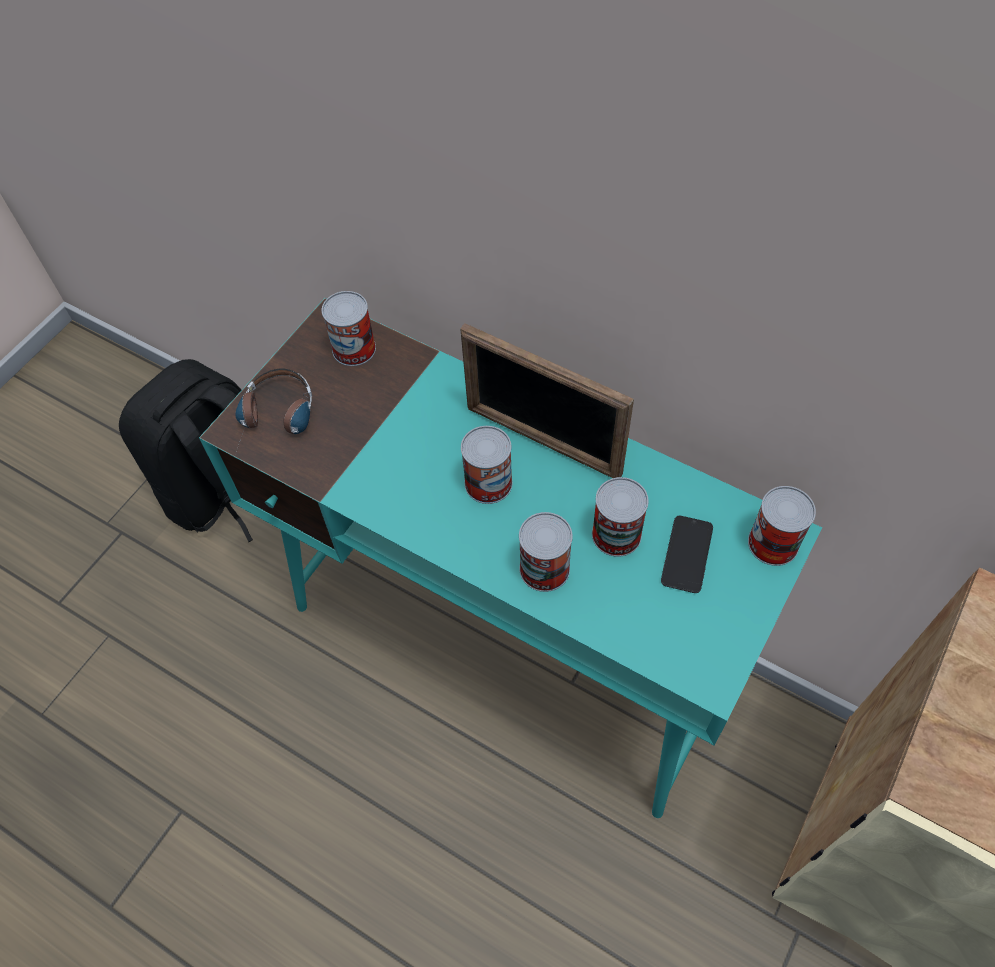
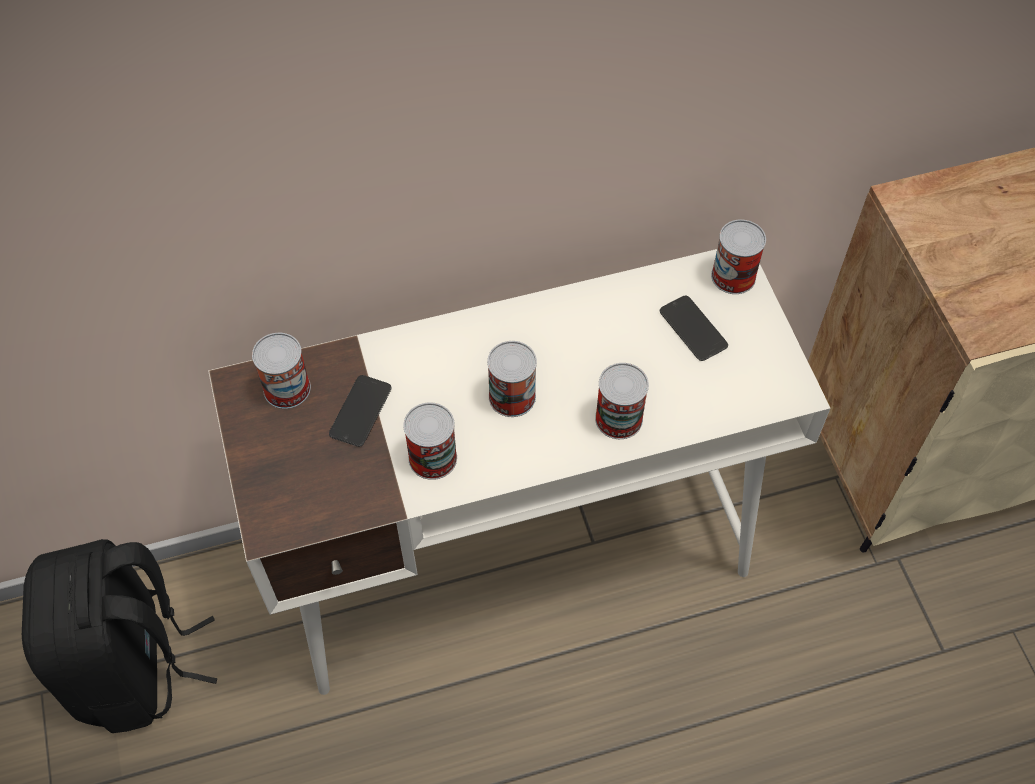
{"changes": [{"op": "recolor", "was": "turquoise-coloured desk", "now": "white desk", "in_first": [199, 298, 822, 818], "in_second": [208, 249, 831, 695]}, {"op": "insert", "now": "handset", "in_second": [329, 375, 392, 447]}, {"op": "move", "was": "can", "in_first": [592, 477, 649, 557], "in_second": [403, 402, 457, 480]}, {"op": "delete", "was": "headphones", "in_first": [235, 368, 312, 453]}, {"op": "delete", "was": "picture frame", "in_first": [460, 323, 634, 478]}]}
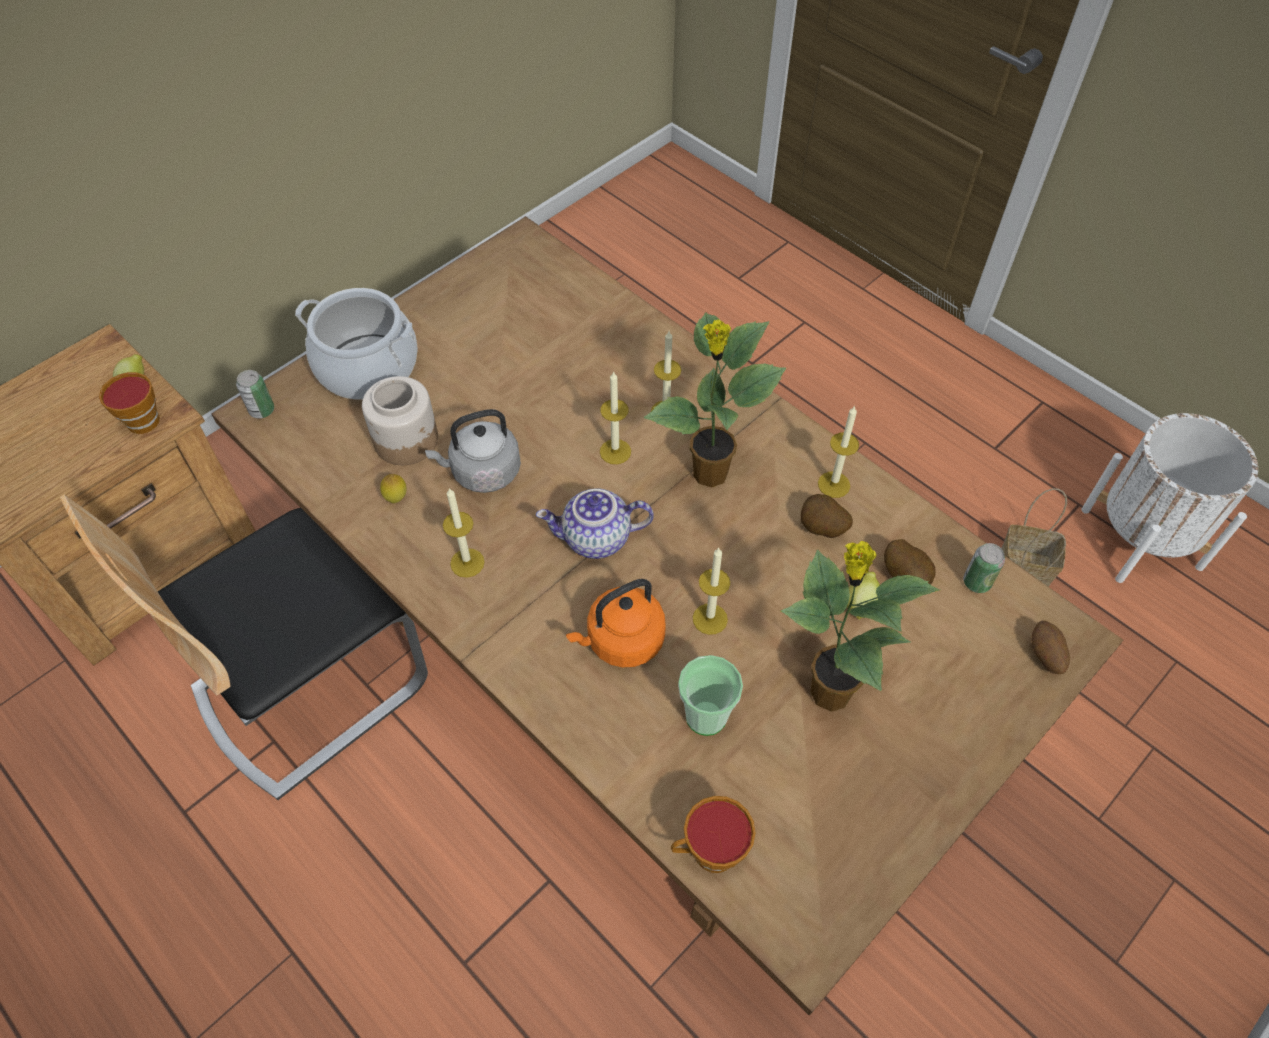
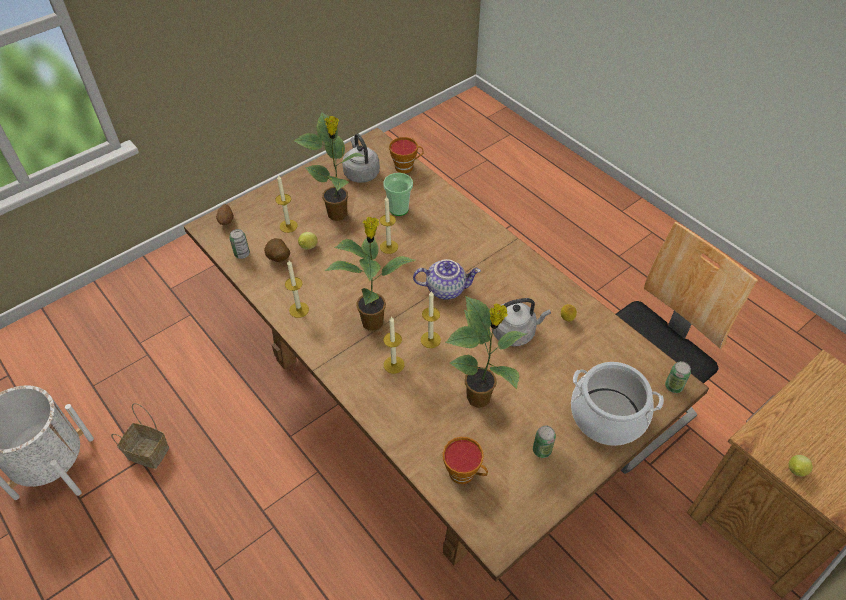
{"changes": [{"op": "move", "was": "candle", "in_first": [443, 488, 485, 578], "in_second": [275, 175, 298, 233]}, {"op": "insert", "now": "gray water kettle", "in_second": [342, 134, 380, 183]}, {"op": "move", "was": "cup", "in_first": [99, 372, 160, 434], "in_second": [443, 437, 488, 484]}, {"op": "insert", "now": "houseplant", "in_second": [445, 296, 526, 408]}, {"op": "insert", "now": "can", "in_second": [533, 426, 556, 458]}, {"op": "delete", "was": "preserve jar", "in_first": [362, 376, 438, 465]}, {"op": "delete", "was": "orange-coloured water kettle", "in_first": [566, 579, 666, 668]}, {"op": "delete", "was": "spud", "in_first": [801, 494, 853, 538]}]}
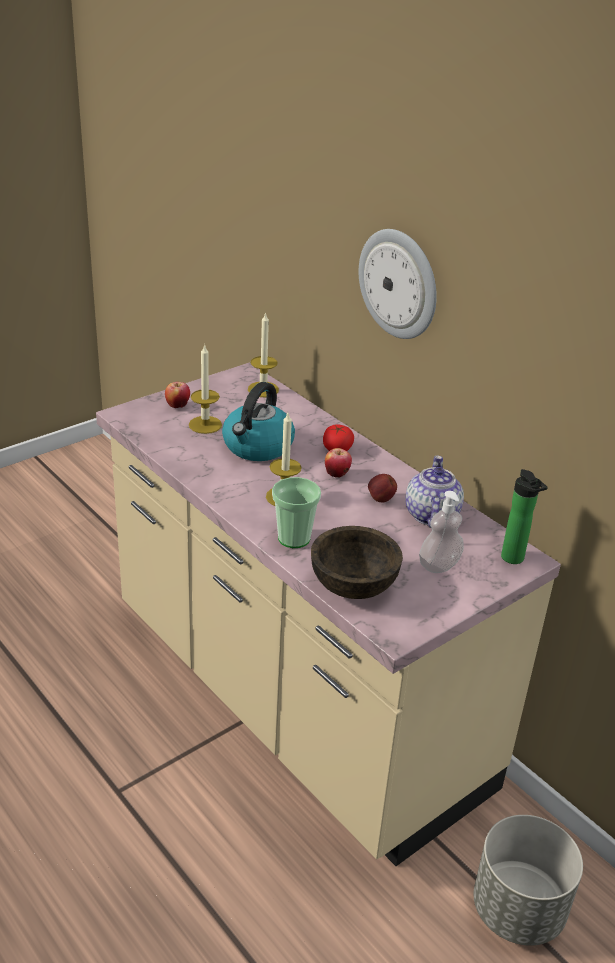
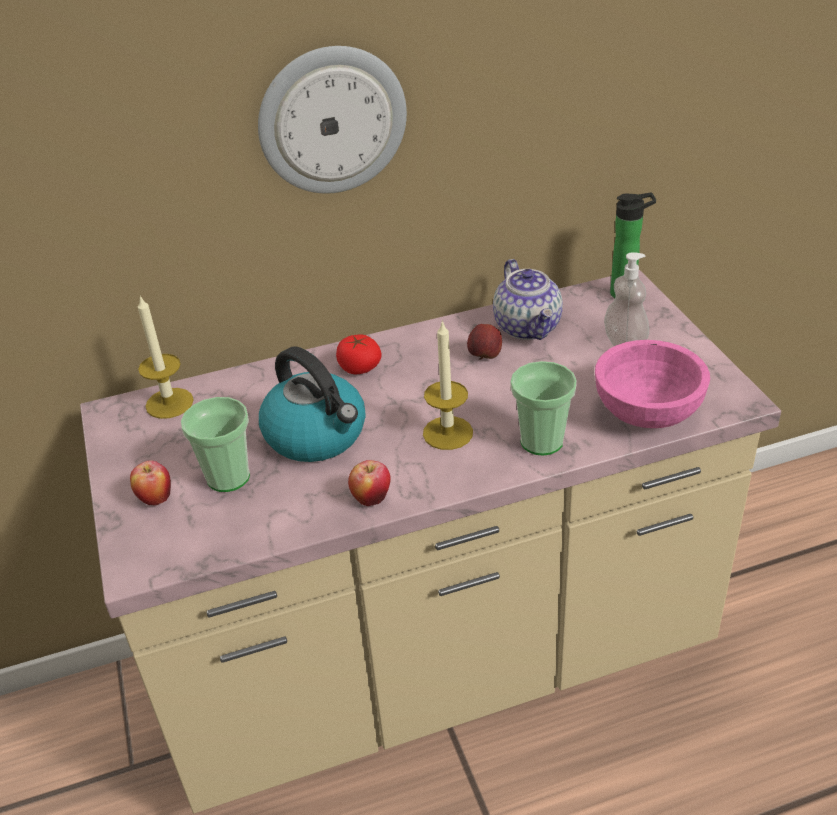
{"changes": [{"op": "replace", "was": "candle", "now": "cup", "in_first": [189, 344, 222, 434], "in_second": [181, 397, 250, 492]}, {"op": "move", "was": "whole apple", "in_first": [325, 448, 352, 478], "in_second": [348, 460, 391, 506]}, {"op": "rotate", "was": "tea pot", "in_first": [405, 455, 464, 528], "in_second": [493, 259, 563, 340], "clockwise": -135}, {"op": "recolor", "was": "brown bowl", "now": "pink-coloured bowl", "in_first": [311, 526, 403, 599], "in_second": [595, 340, 710, 428]}, {"op": "delete", "was": "gray planter", "in_first": [474, 815, 583, 946]}]}
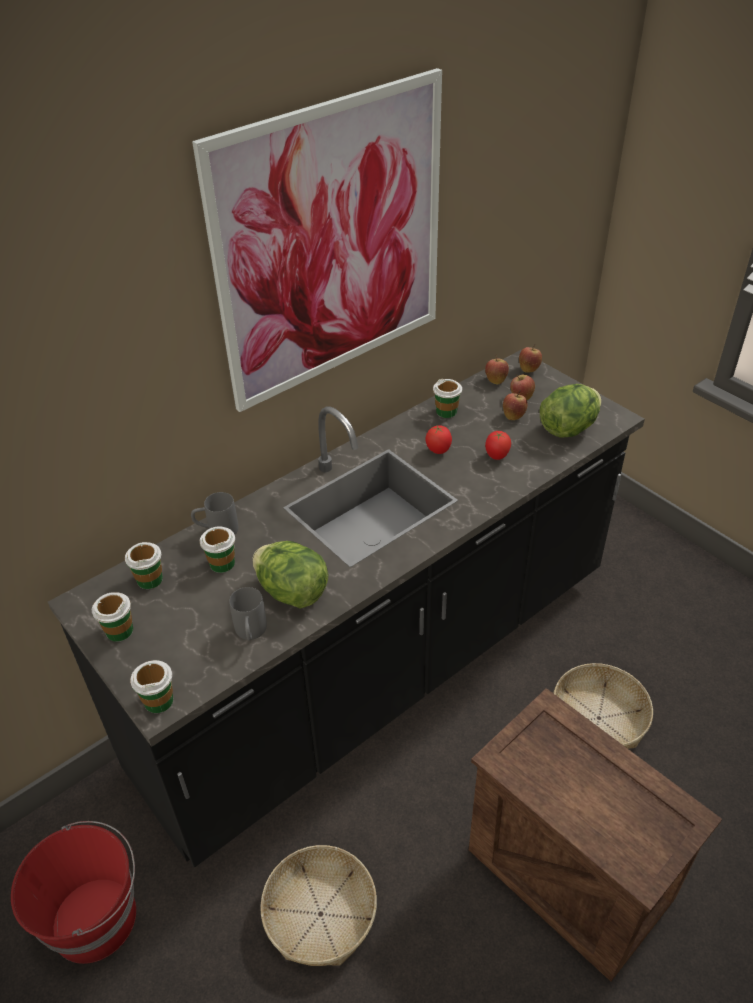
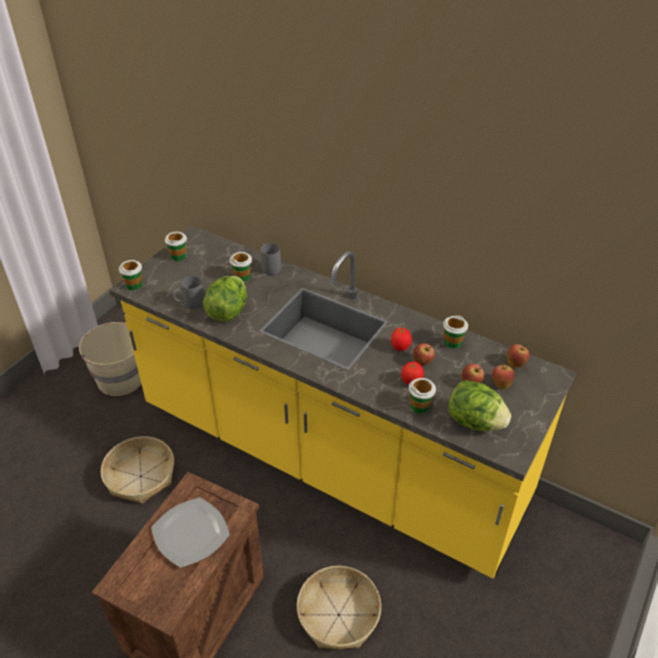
{"changes": [{"op": "recolor", "was": "red bucket", "now": "beige bucket", "in_first": [11, 821, 136, 964], "in_second": [79, 322, 141, 396]}, {"op": "recolor", "was": "black kitchen base unit", "now": "yellow kitchen base unit", "in_first": [48, 350, 645, 867], "in_second": [109, 226, 576, 578]}, {"op": "insert", "now": "dinner plate", "in_second": [151, 497, 230, 568]}, {"op": "move", "was": "cup", "in_first": [125, 542, 163, 589], "in_second": [409, 378, 436, 414]}, {"op": "move", "was": "whole apple", "in_first": [519, 344, 542, 373], "in_second": [413, 343, 435, 366]}, {"op": "delete", "was": "picture", "in_first": [192, 68, 442, 412]}]}
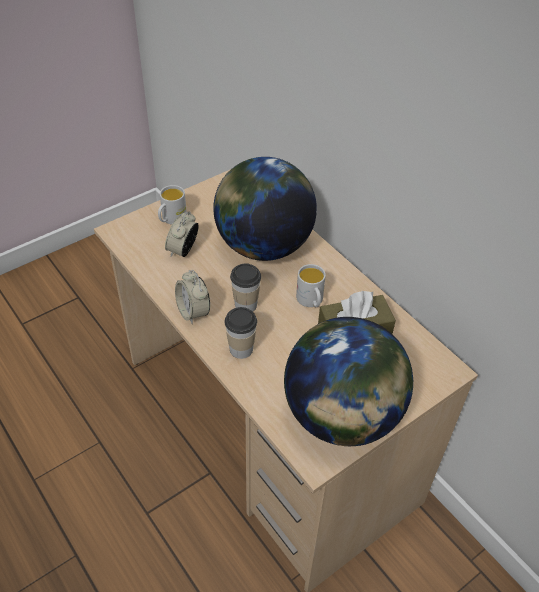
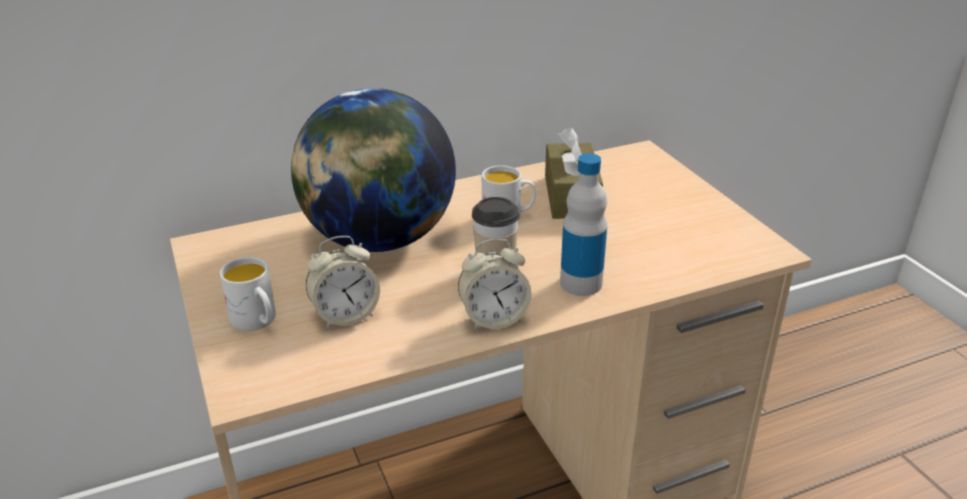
{"changes": [{"op": "rotate", "was": "bedside clock", "in_first": [165, 212, 199, 257], "in_second": [306, 236, 380, 329], "clockwise": -60}, {"op": "replace", "was": "cup", "now": "beverage bottle", "in_first": [224, 307, 257, 359], "in_second": [560, 153, 607, 296]}, {"op": "delete", "was": "desk globe", "in_first": [284, 317, 413, 446]}]}
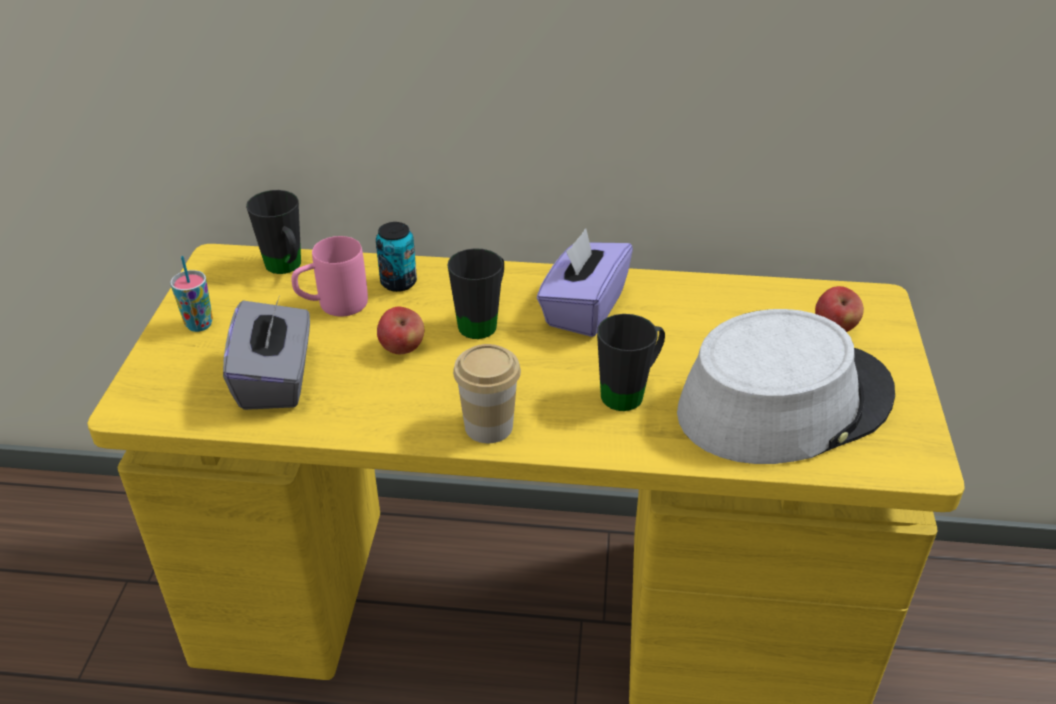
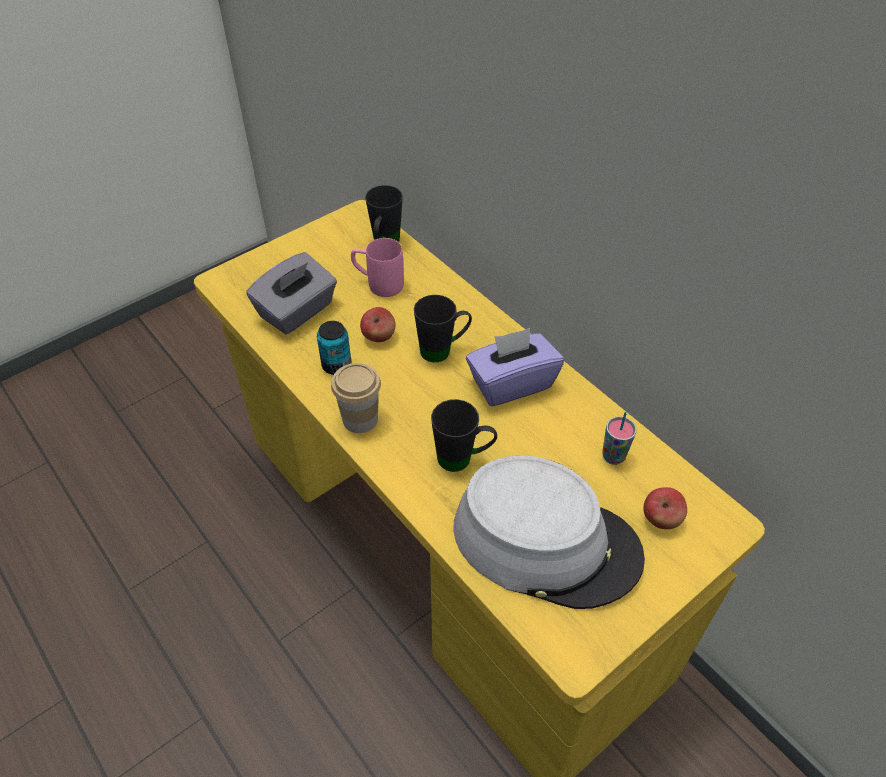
{"changes": [{"op": "move", "was": "can", "in_first": [376, 222, 417, 292], "in_second": [317, 321, 352, 375]}, {"op": "move", "was": "cup", "in_first": [170, 256, 213, 332], "in_second": [602, 412, 636, 465]}]}
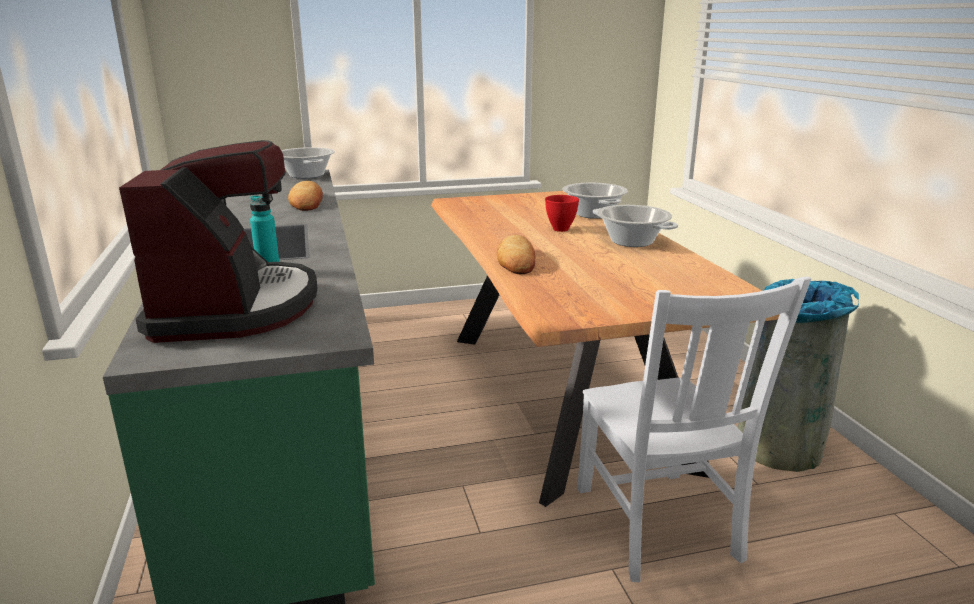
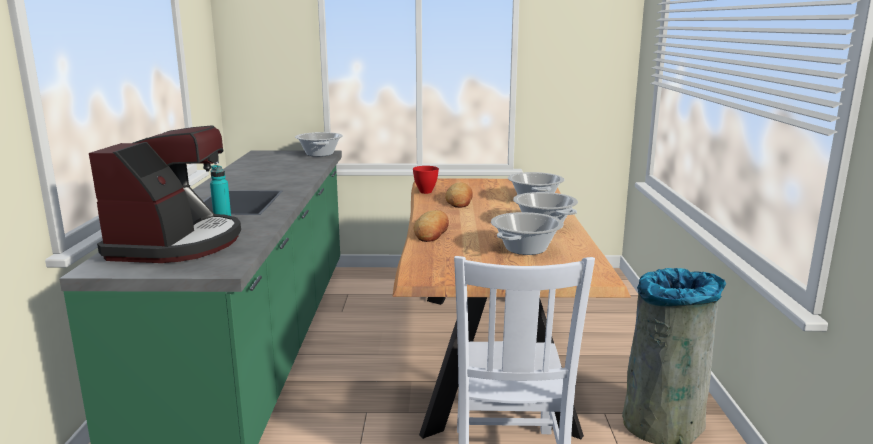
{"changes": [{"op": "move", "was": "red bowl", "in_first": [545, 195, 579, 232], "in_second": [413, 166, 439, 194]}, {"op": "move", "was": "bakery bread", "in_first": [288, 181, 323, 211], "in_second": [445, 183, 473, 208]}, {"op": "insert", "now": "saucepot", "in_second": [491, 212, 564, 255]}]}
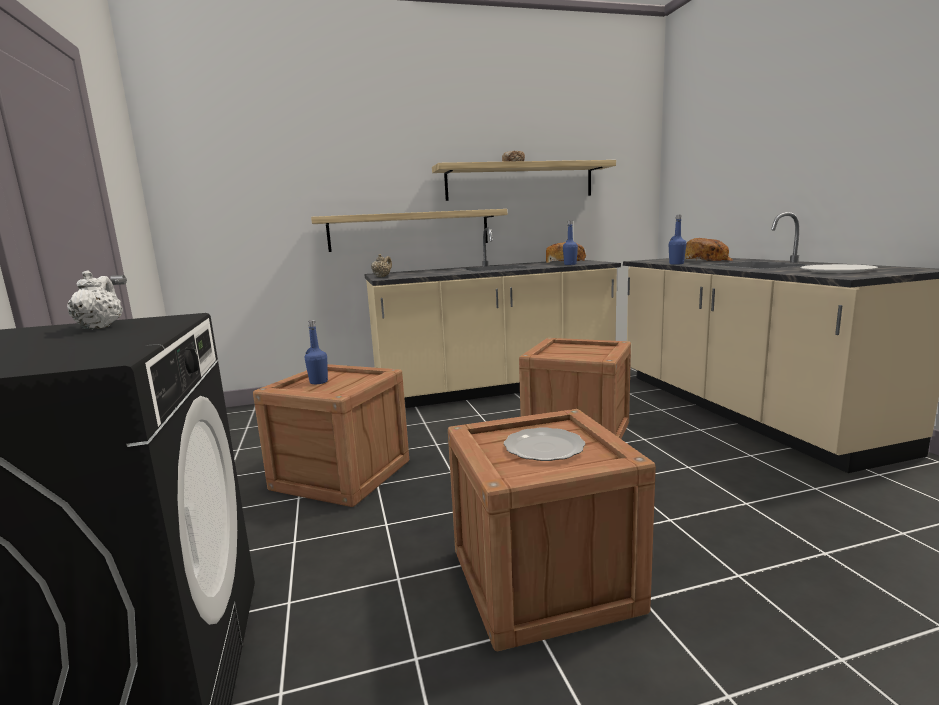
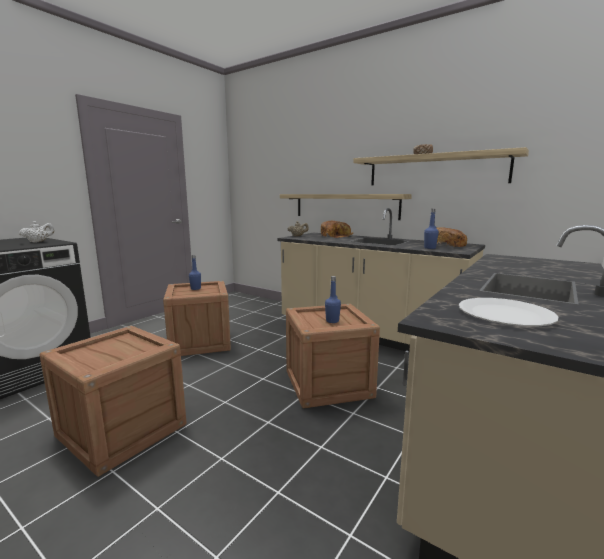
{"changes": [{"op": "move", "was": "bakery bread", "in_first": [685, 238, 733, 261], "in_second": [321, 221, 354, 238]}, {"op": "move", "was": "blue-coloured beverage bottle", "in_first": [669, 215, 686, 265], "in_second": [325, 276, 341, 323]}, {"op": "delete", "was": "dinner plate", "in_first": [504, 427, 586, 461]}]}
